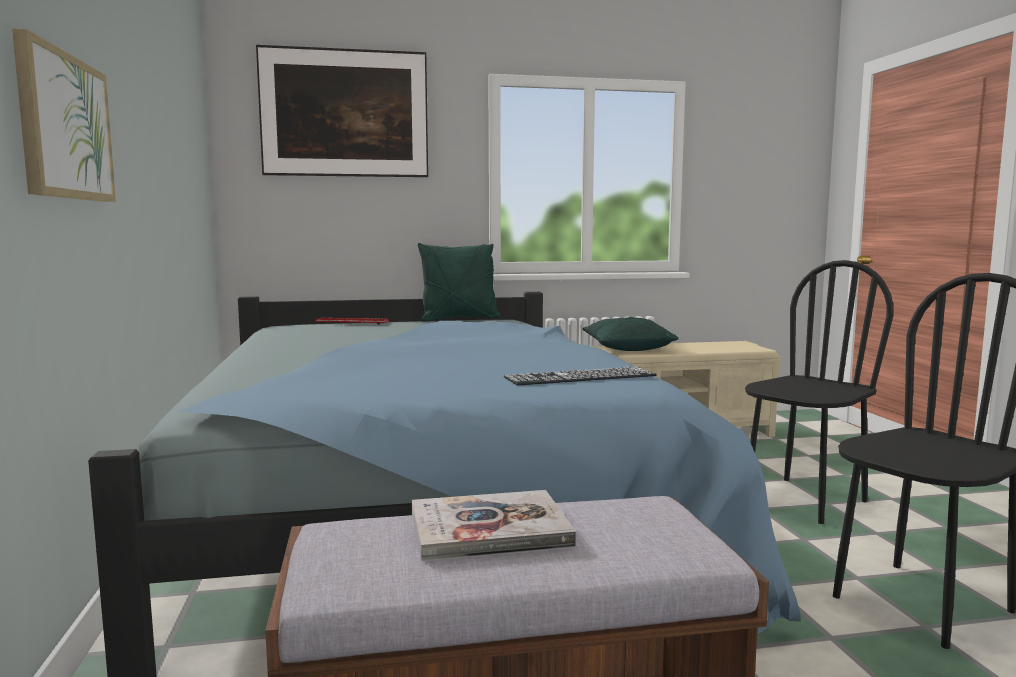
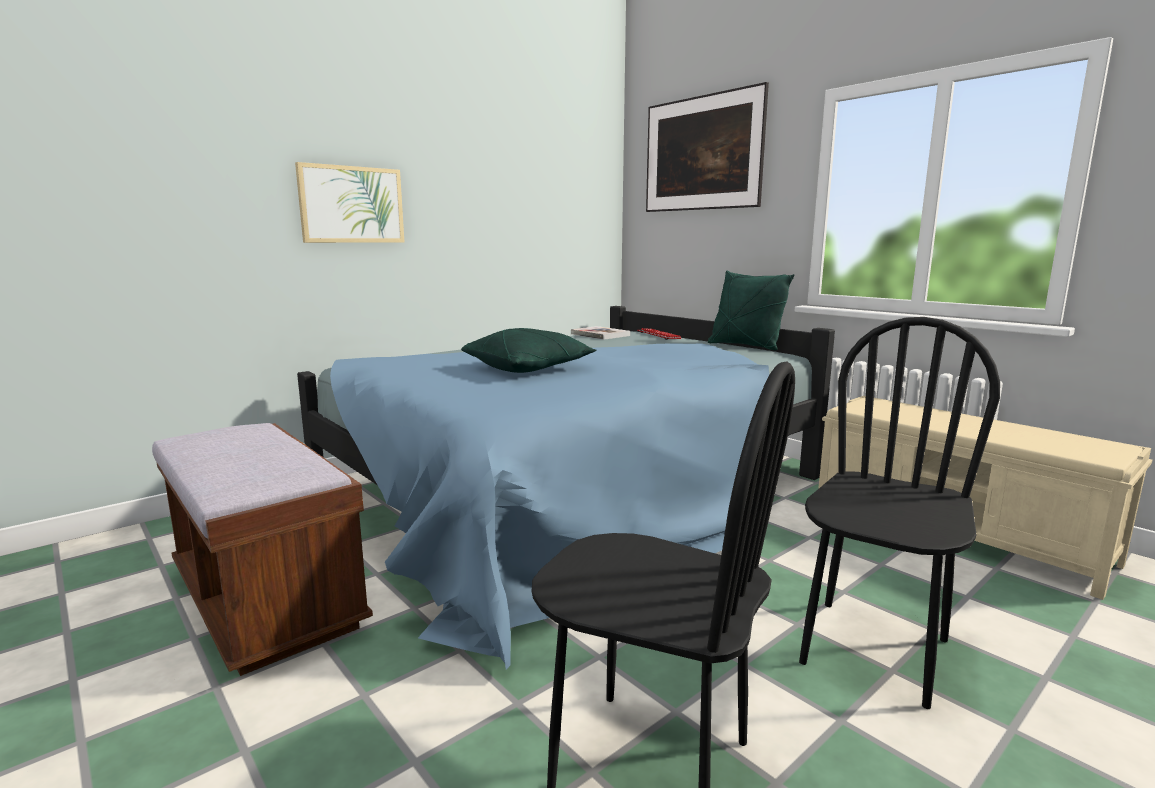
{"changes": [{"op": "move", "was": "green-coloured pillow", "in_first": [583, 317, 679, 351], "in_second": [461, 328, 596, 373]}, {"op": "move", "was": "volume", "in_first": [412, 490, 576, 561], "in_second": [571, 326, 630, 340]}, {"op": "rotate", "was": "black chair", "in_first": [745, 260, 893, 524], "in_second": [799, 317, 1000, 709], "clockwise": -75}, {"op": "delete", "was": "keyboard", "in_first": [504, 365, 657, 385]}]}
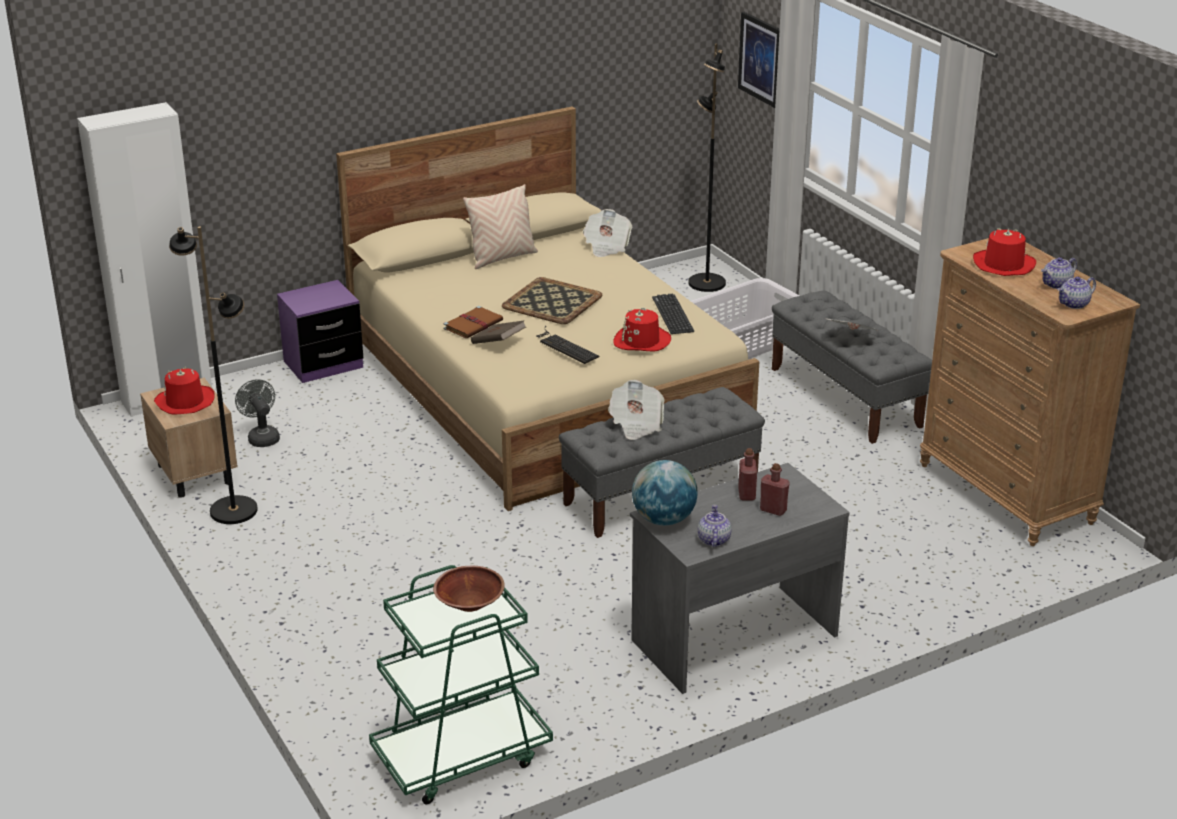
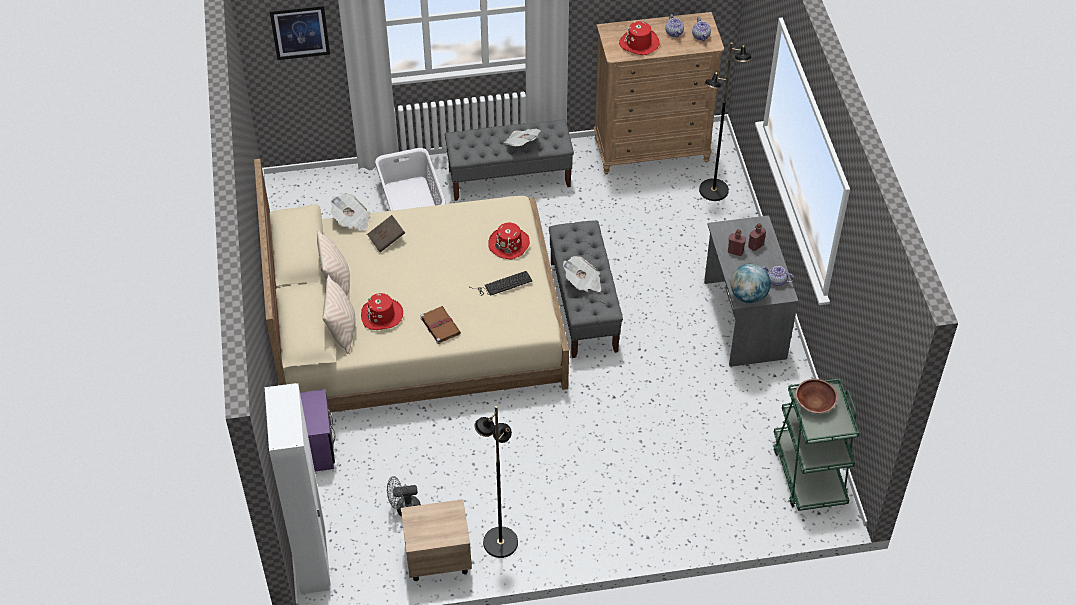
{"changes": [{"op": "insert", "now": "beige pillow", "in_second": [323, 274, 356, 354]}, {"op": "move", "was": "red clothing hat", "in_first": [154, 367, 215, 414], "in_second": [361, 293, 403, 330]}, {"op": "move", "was": "brown volume", "in_first": [471, 321, 526, 344], "in_second": [367, 215, 405, 252]}, {"op": "move", "was": "black floor lamp", "in_first": [688, 44, 726, 292], "in_second": [699, 42, 752, 201]}, {"op": "delete", "was": "tray", "in_first": [502, 277, 602, 324]}, {"op": "delete", "was": "keyboard", "in_first": [652, 294, 694, 334]}]}
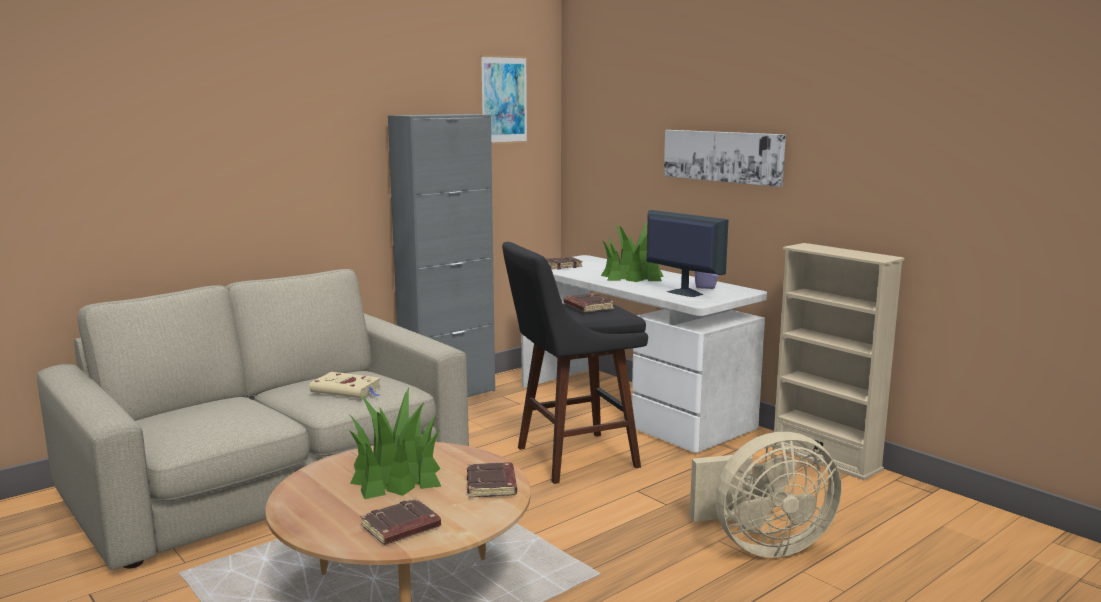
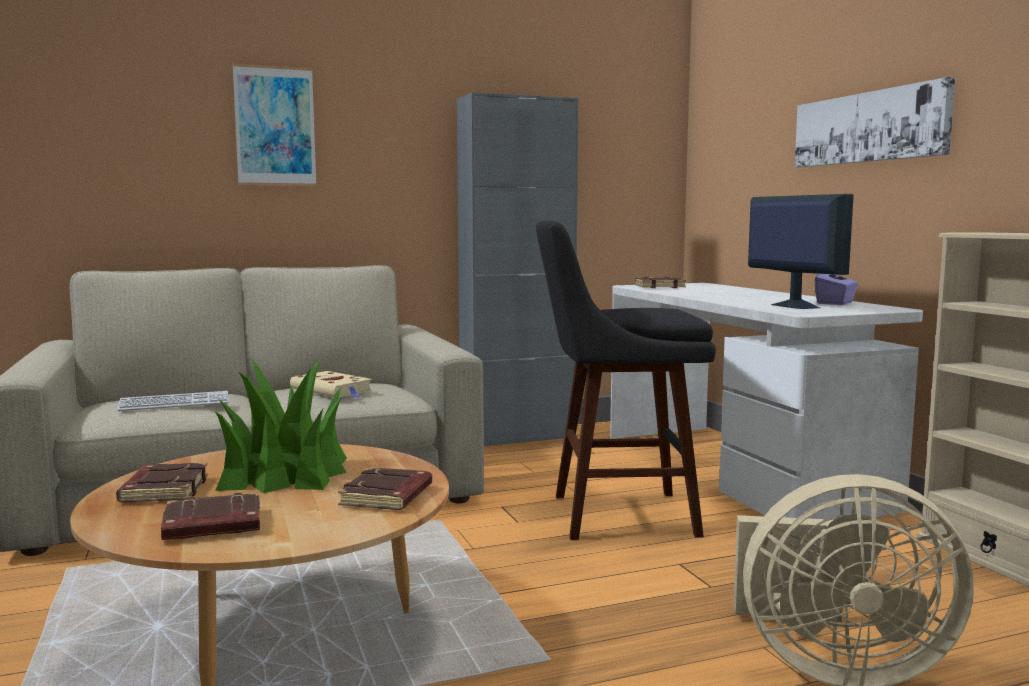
{"changes": [{"op": "move", "was": "brown volume", "in_first": [563, 293, 614, 312], "in_second": [116, 463, 208, 503]}, {"op": "insert", "now": "keyboard", "in_second": [117, 391, 229, 411]}, {"op": "move", "was": "picture", "in_first": [481, 55, 528, 144], "in_second": [233, 64, 316, 186]}, {"op": "delete", "was": "houseplant", "in_first": [601, 222, 664, 282]}]}
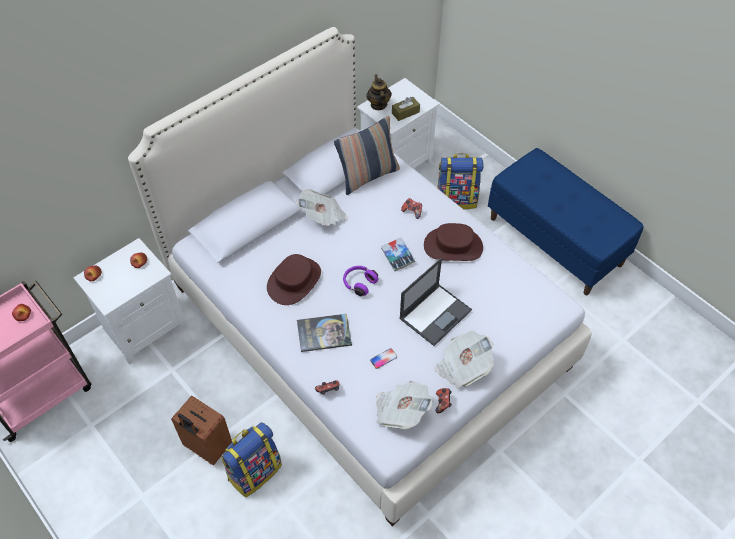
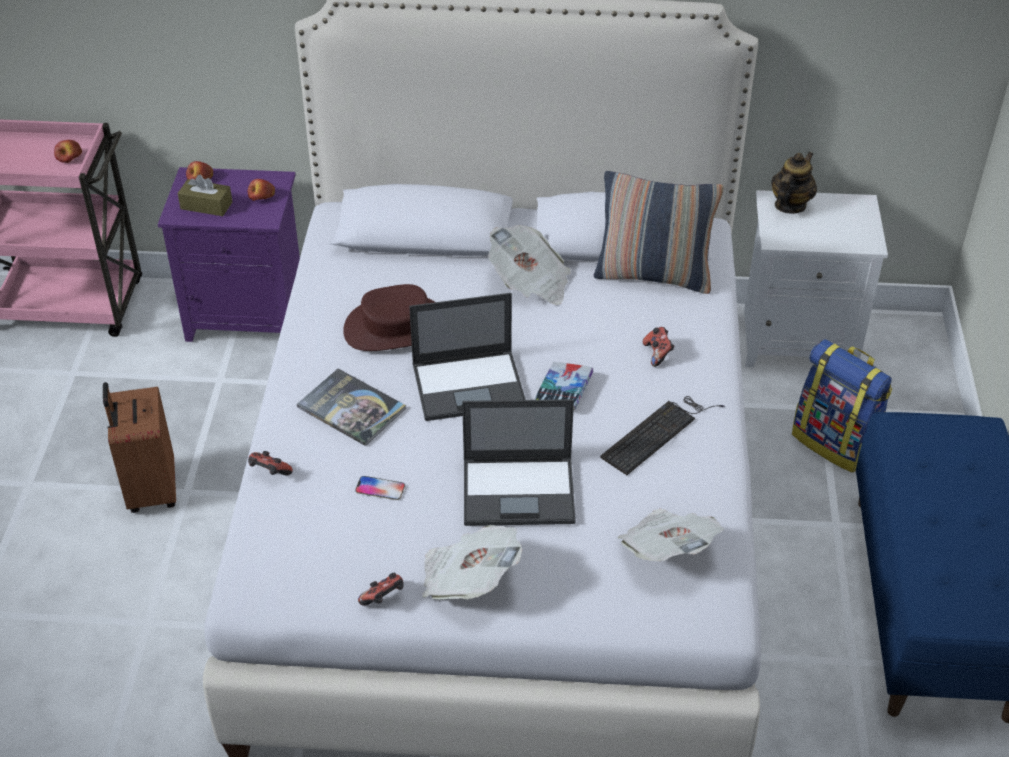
{"changes": [{"op": "recolor", "was": "white nightstand", "now": "purple nightstand", "in_first": [73, 238, 187, 365], "in_second": [158, 167, 300, 342]}, {"op": "move", "was": "brown box of tissues", "in_first": [392, 97, 420, 121], "in_second": [178, 175, 232, 216]}, {"op": "replace", "was": "purple headphones", "now": "notebook computer", "in_first": [343, 266, 378, 296], "in_second": [409, 293, 526, 421]}, {"op": "replace", "was": "brown clothing hat", "now": "keyboard", "in_first": [424, 223, 483, 261], "in_second": [600, 396, 725, 475]}, {"op": "move", "was": "newspaper", "in_first": [376, 381, 432, 429], "in_second": [618, 509, 724, 561]}, {"op": "delete", "was": "rucksack", "in_first": [221, 423, 282, 498]}]}
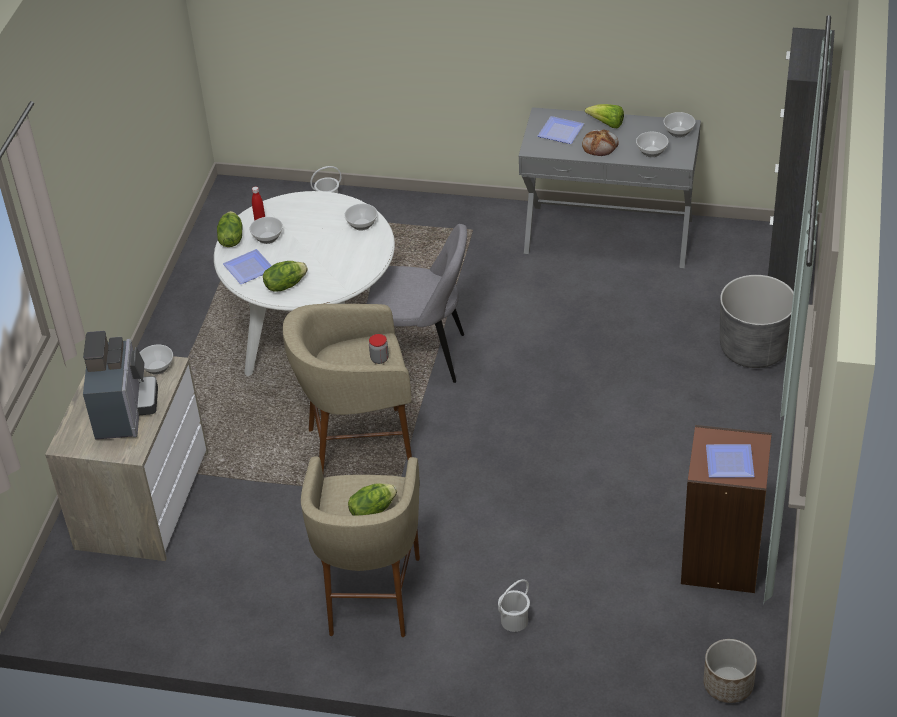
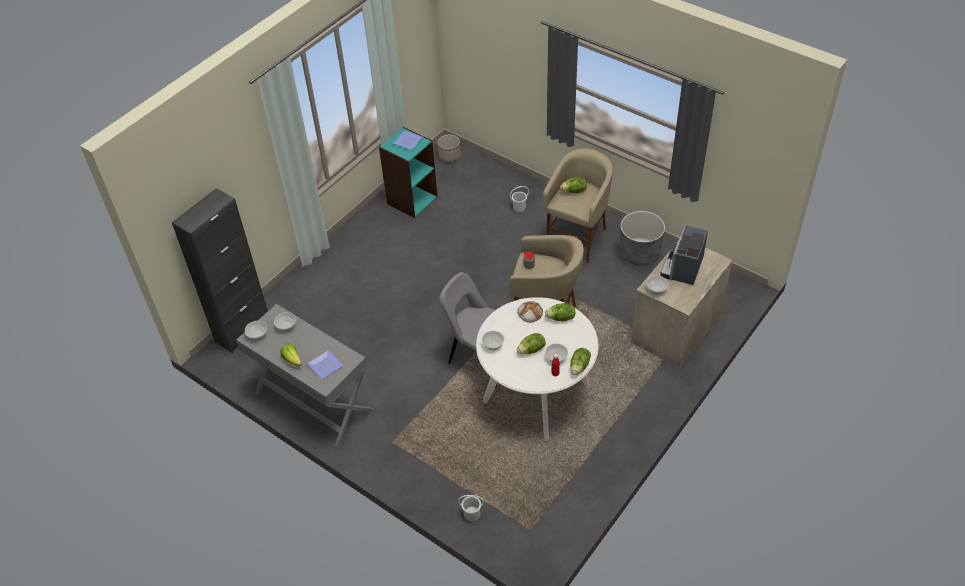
{"changes": [{"op": "recolor", "was": "brown shelving unit", "now": "turquoise-coloured shelving unit", "in_first": [681, 425, 772, 593], "in_second": [379, 127, 437, 218]}, {"op": "move", "was": "bakery bread", "in_first": [582, 130, 619, 156], "in_second": [517, 301, 543, 323]}, {"op": "insert", "now": "lettuce head", "in_second": [517, 333, 546, 354]}, {"op": "move", "was": "gray planter", "in_first": [720, 275, 794, 368], "in_second": [620, 211, 665, 266]}, {"op": "delete", "was": "dinner plate", "in_first": [223, 249, 272, 284]}]}
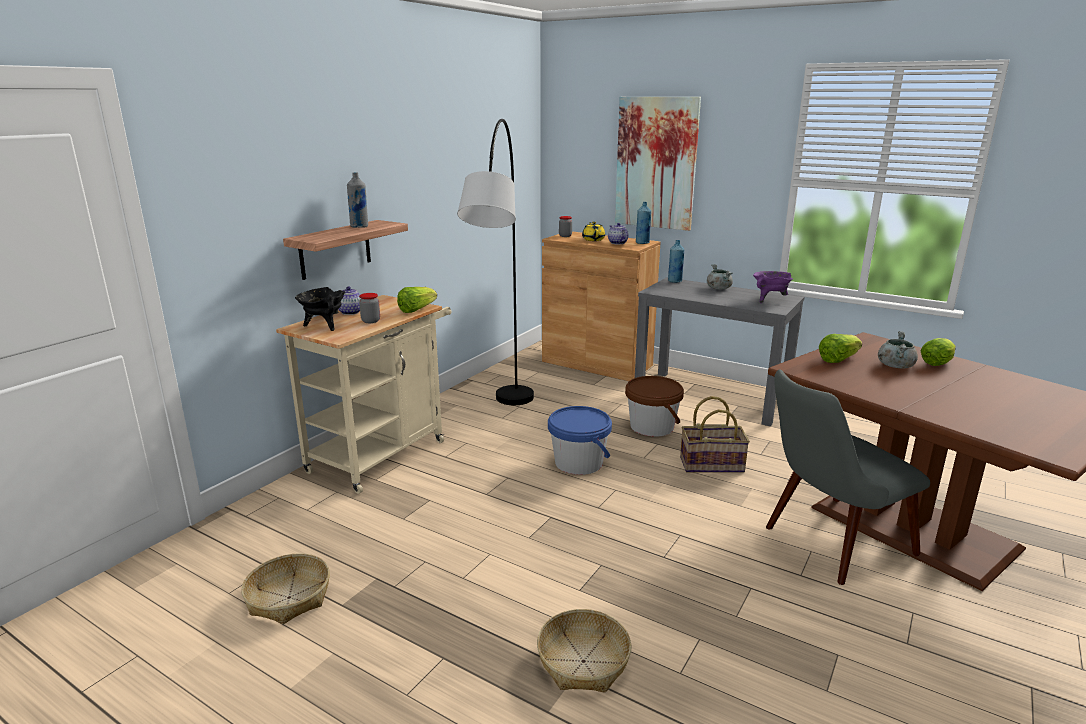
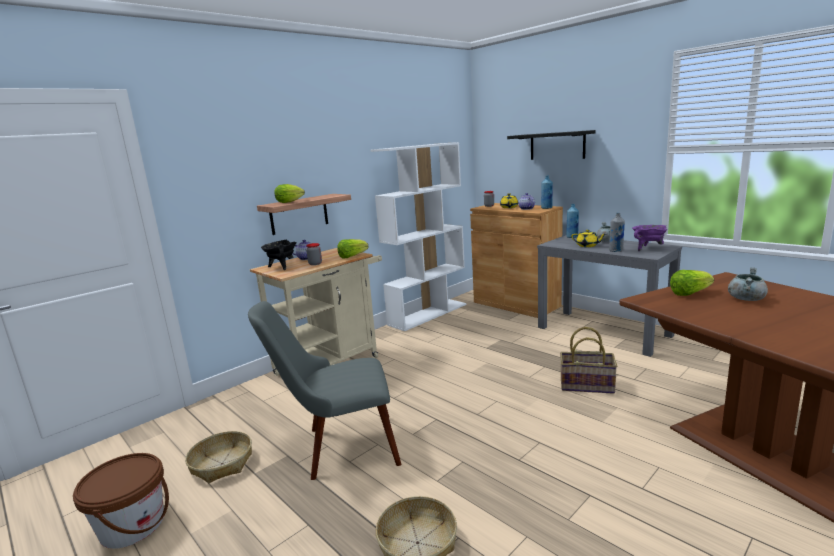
{"changes": [{"op": "move", "was": "brown bucket", "in_first": [625, 376, 684, 437], "in_second": [73, 453, 169, 549]}, {"op": "move", "was": "gray chair", "in_first": [766, 369, 930, 585], "in_second": [248, 301, 401, 480]}, {"op": "move", "was": "lettuce head", "in_first": [921, 338, 956, 366], "in_second": [274, 184, 305, 203]}, {"op": "insert", "now": "white shelving unit", "in_second": [371, 142, 466, 331]}, {"op": "replace", "was": "picture", "now": "black bracket shelf", "in_first": [615, 97, 701, 231], "in_second": [507, 130, 596, 160]}, {"op": "insert", "now": "yellow tea pot", "in_second": [571, 229, 606, 247]}, {"op": "move", "was": "gray beverage bottle", "in_first": [347, 172, 368, 228], "in_second": [609, 213, 625, 252]}, {"op": "delete", "was": "gray floor lamp", "in_first": [457, 119, 534, 405]}, {"op": "delete", "was": "blue-coloured bucket", "in_first": [548, 406, 612, 475]}]}
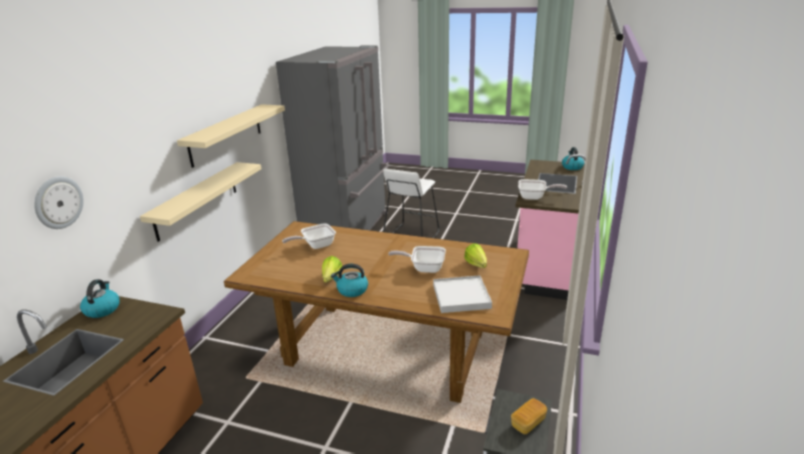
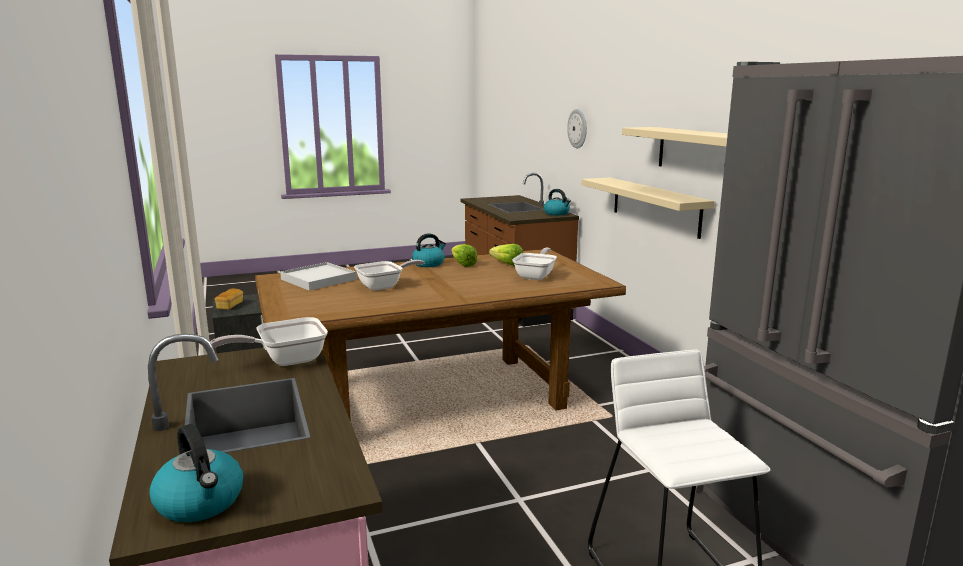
{"changes": [{"op": "move", "was": "lettuce head", "in_first": [464, 243, 487, 268], "in_second": [489, 244, 523, 266]}]}
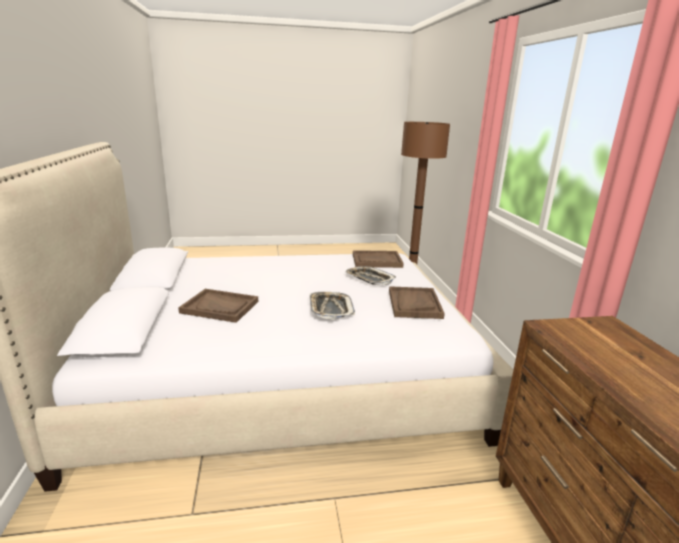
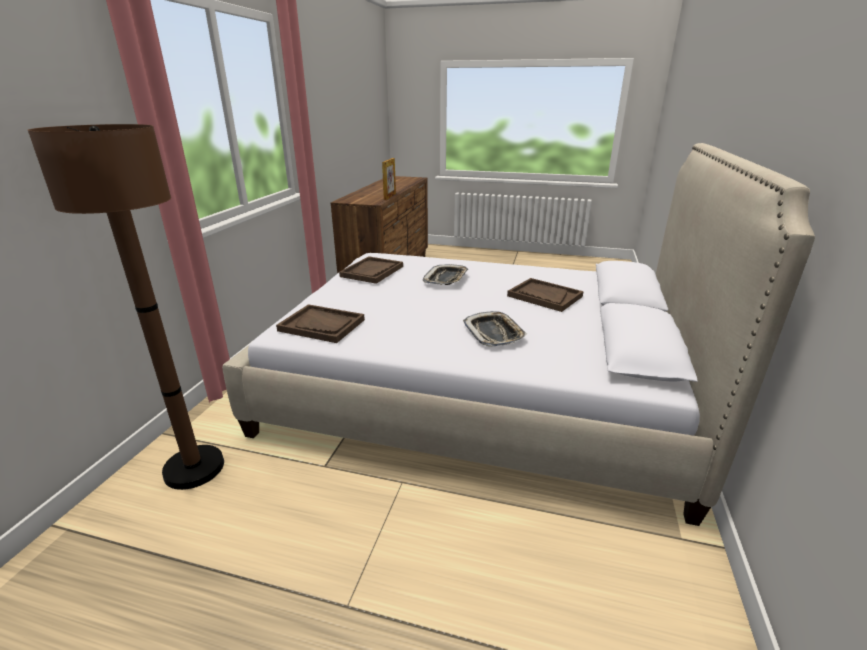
{"changes": [{"op": "insert", "now": "picture frame", "in_second": [382, 158, 396, 200]}, {"op": "move", "was": "tray", "in_first": [345, 266, 396, 285], "in_second": [463, 311, 527, 347]}]}
